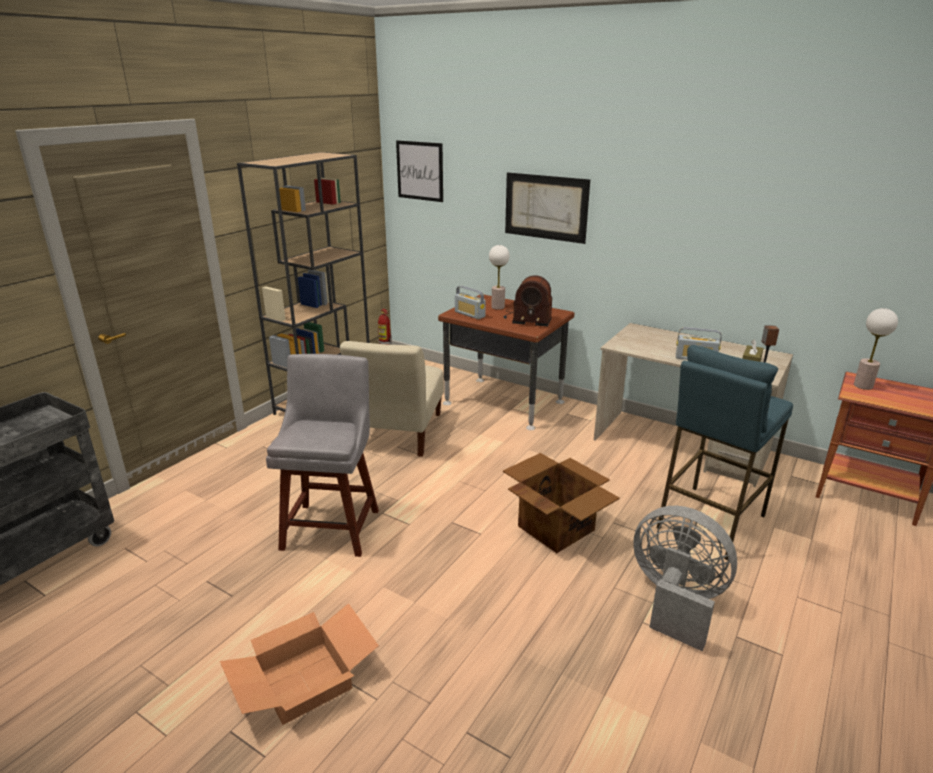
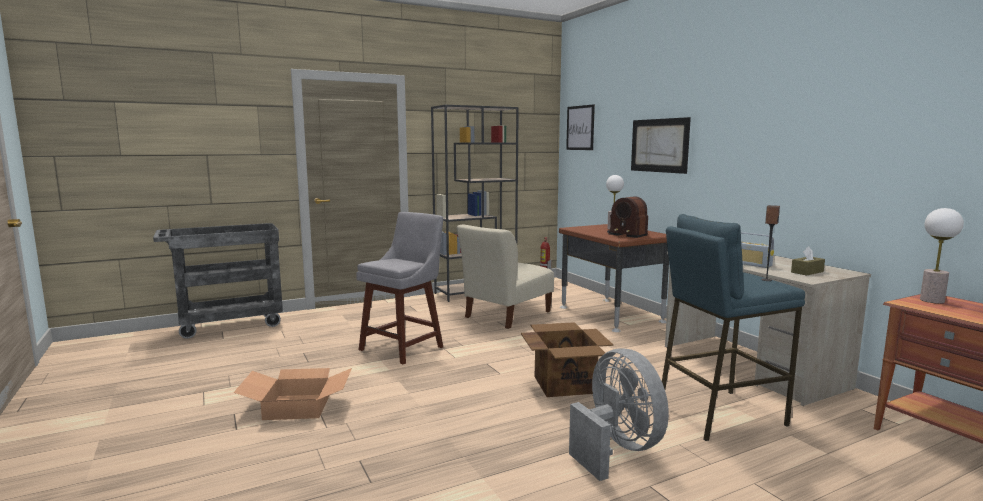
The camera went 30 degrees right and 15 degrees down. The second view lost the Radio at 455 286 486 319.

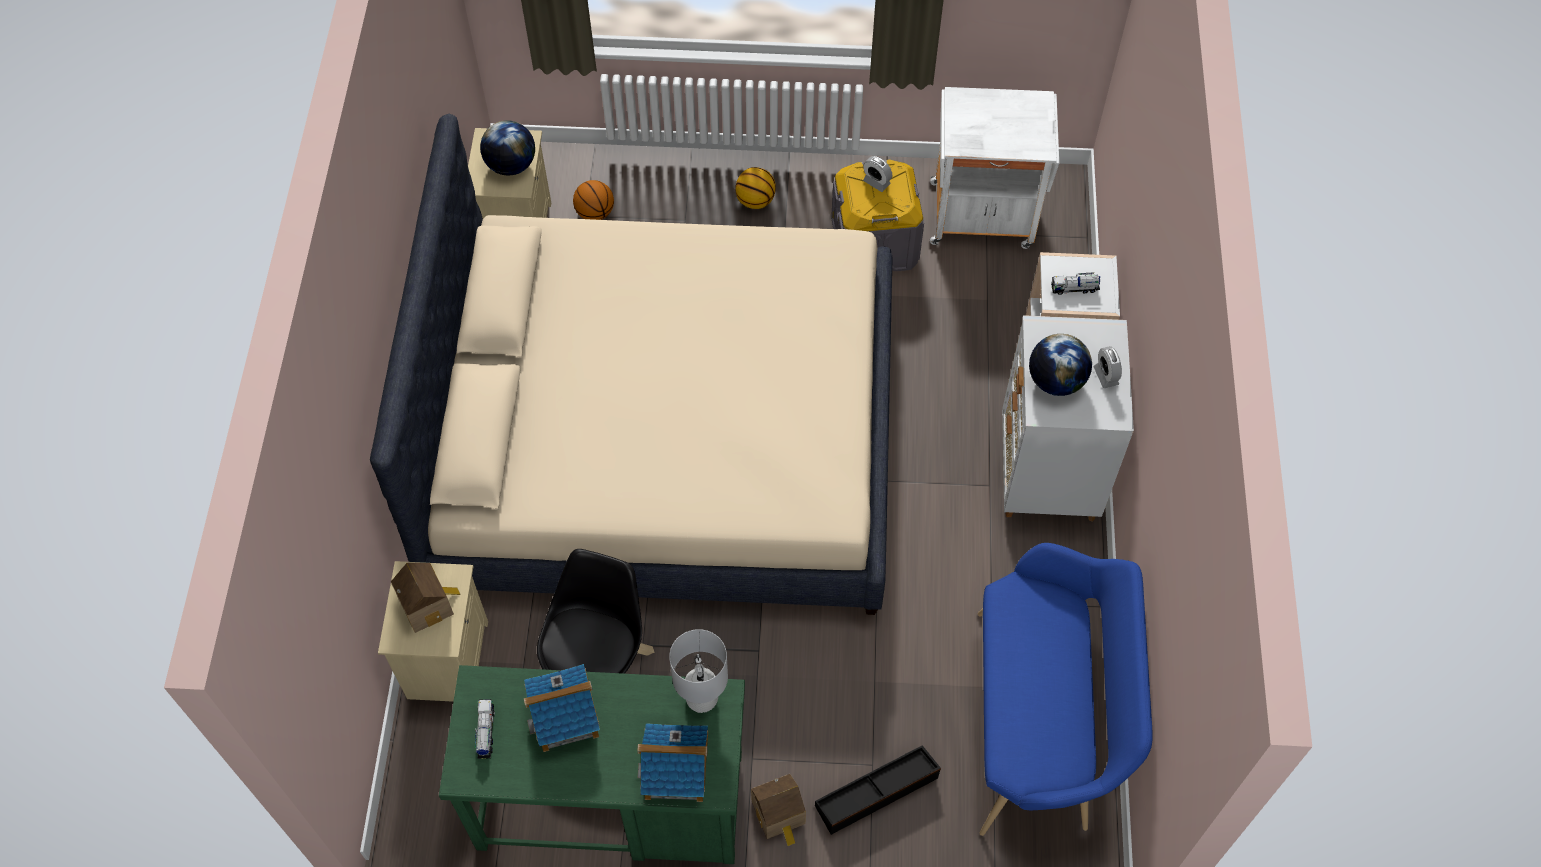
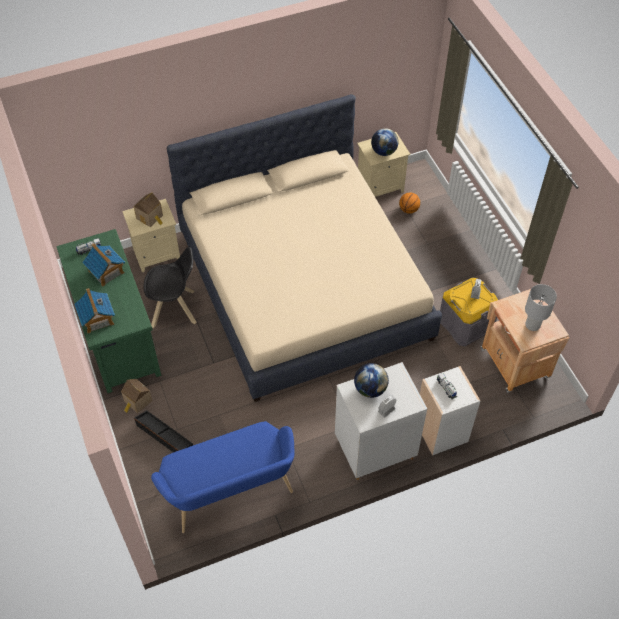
The camera went 65 degrees right and 5 degrees down. The GrayTableLamp ended up elsewhere, having gone from 669 629 728 713 to 525 284 557 331. The second view lost the Basketball at 735 167 776 209. What was the WhiteTrolley at 930 87 1059 249 turned into the BrownTrolley at 480 289 569 393.

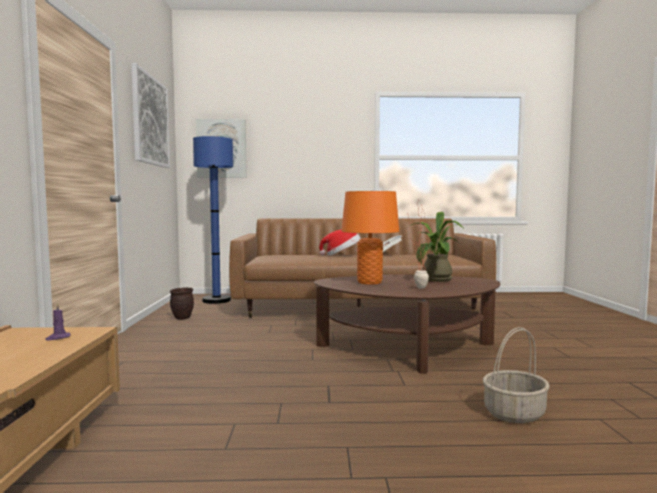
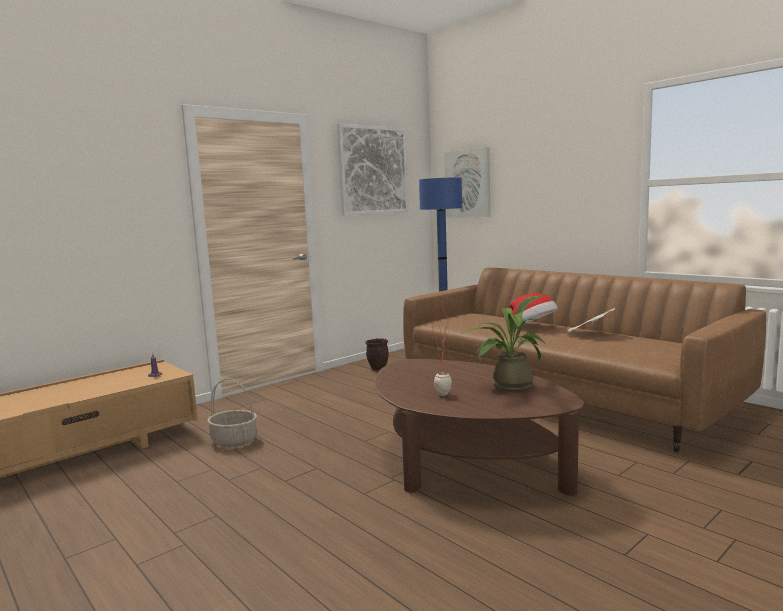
The camera went 50 degrees right and 5 degrees up. The second view lost the OrangeyTableLamp at 341 191 399 285. The Basket ended up elsewhere, having gone from 483 327 550 423 to 207 378 257 447.

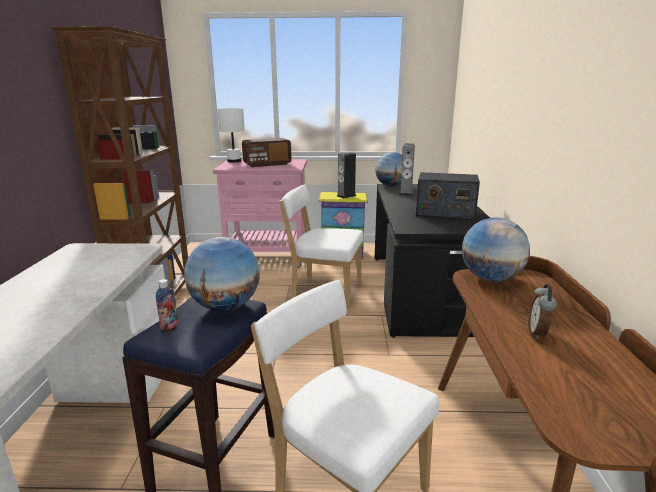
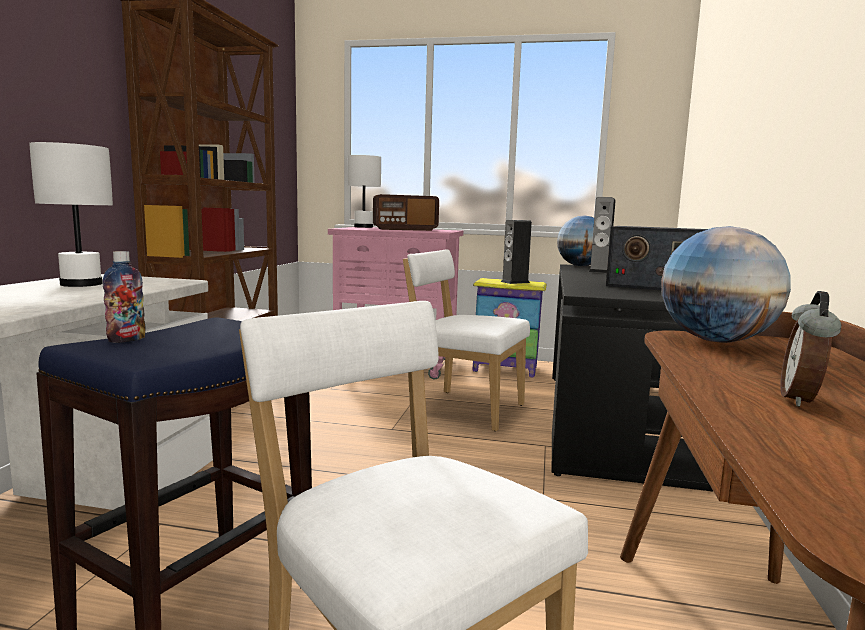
The camera went 10 degrees right and 10 degrees down. The second view lost the Globe at 184 237 260 311. The second view gained the WhiteTableLamp at 29 142 113 287.

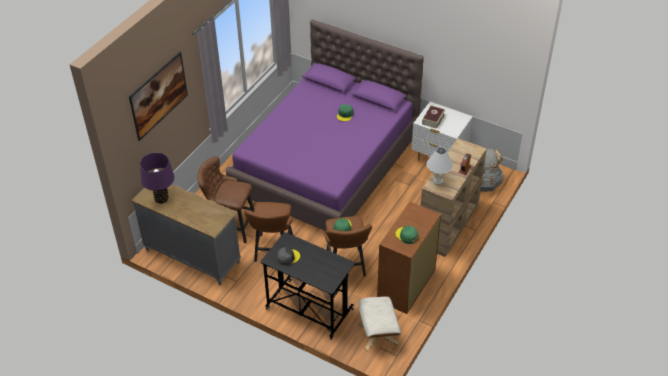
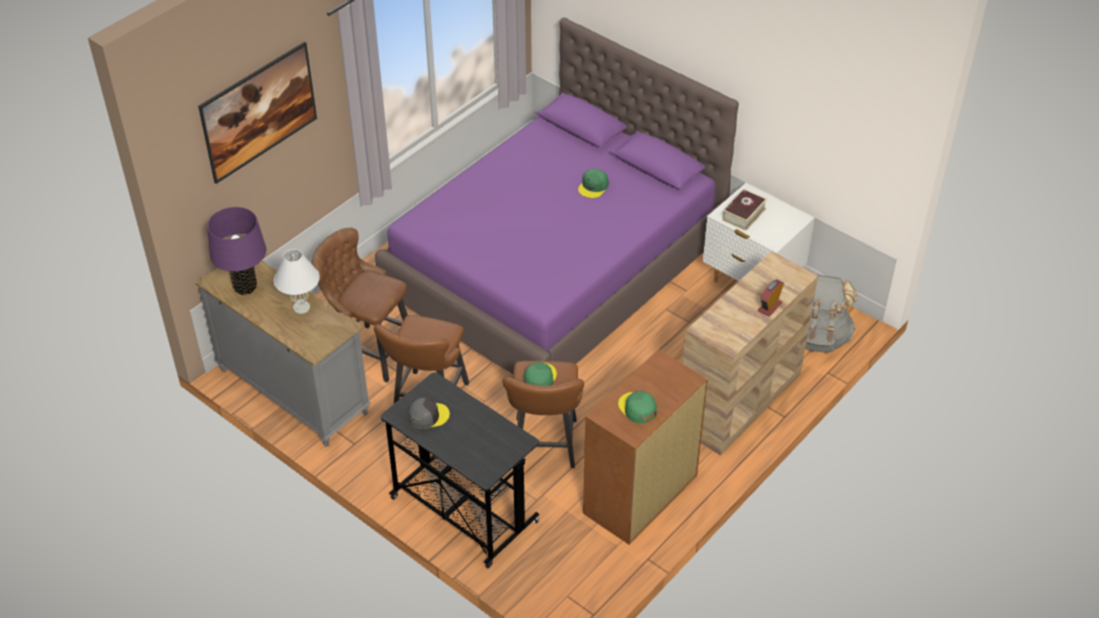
The camera went 10 degrees right and 0 degrees up. The second view lost the SandColouredFootrest at 358 296 401 350. The WhiteTableLamp ended up elsewhere, having gone from 427 147 453 185 to 274 249 320 314.

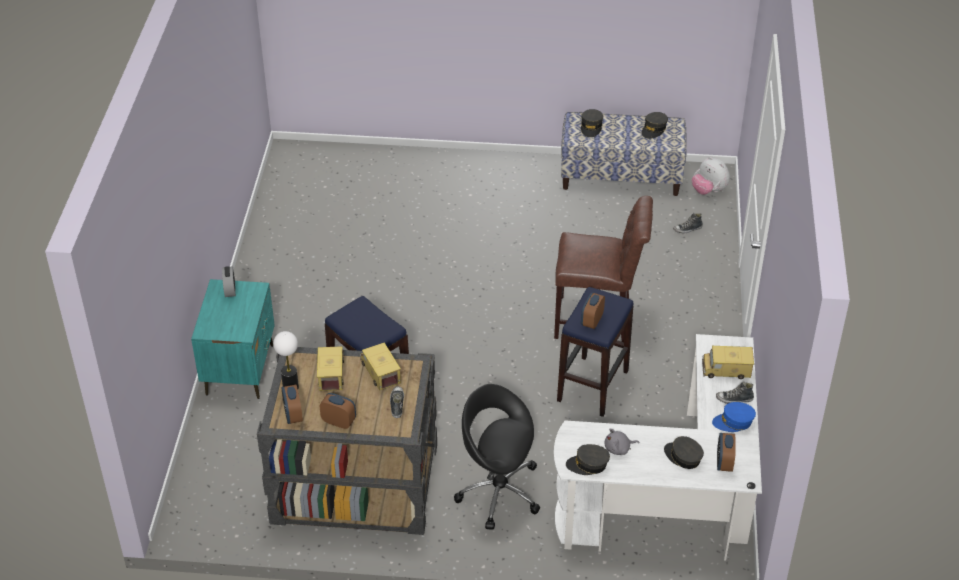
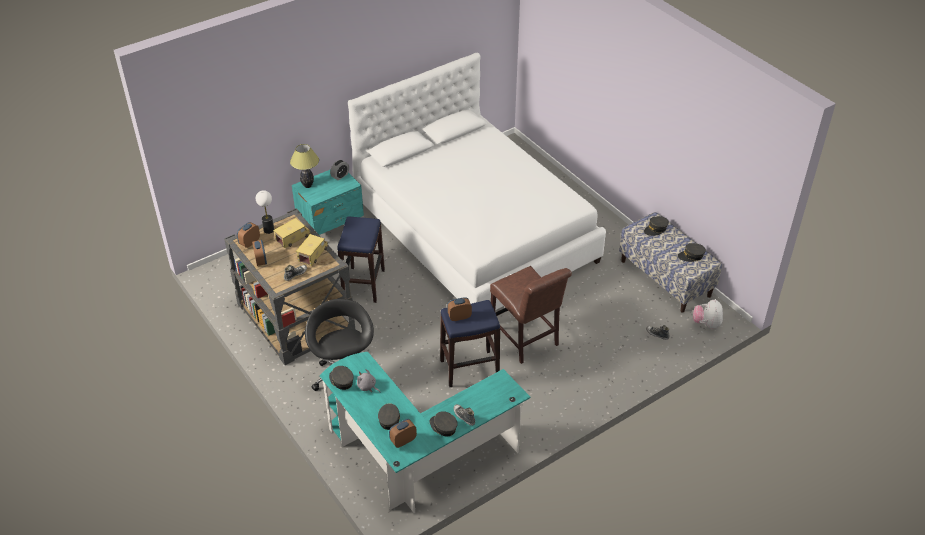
The camera went 50 degrees right and 0 degrees up. What was the WhiteDeskTable at 554 334 762 561 turned into the TurquoiseDeskTable at 320 352 530 513. The second view lost the ToyLorry at 702 346 754 379. What was the BlueBaseballCap at 712 402 756 432 turned into the GrayBaseballCap at 430 411 458 436. The second view gained the TableLamp at 290 144 319 188. The second view gained the WhiteSleepingBed at 348 53 606 310.

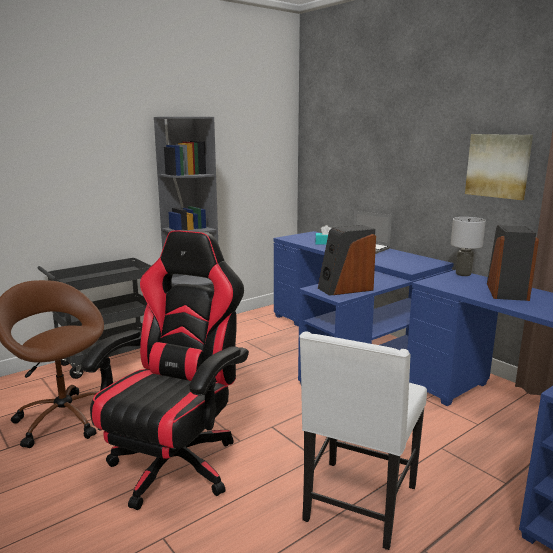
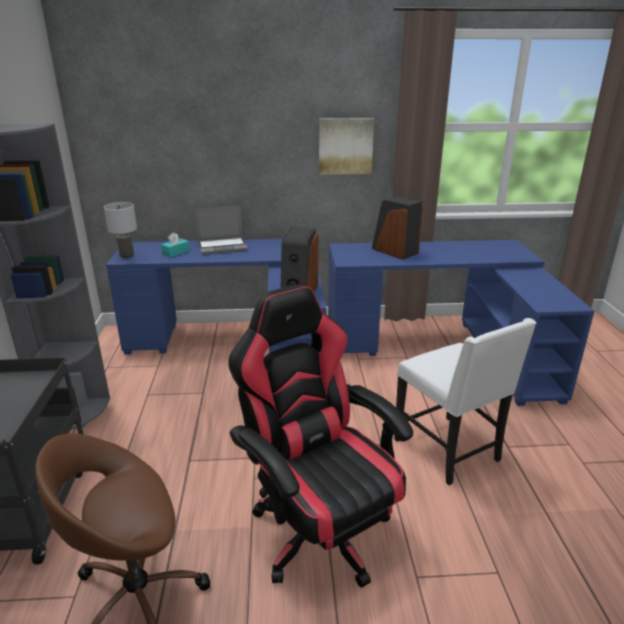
The camera went 55 degrees left and 10 degrees up. The WhiteTableLamp ended up elsewhere, having gone from 451 217 486 276 to 104 202 137 258.

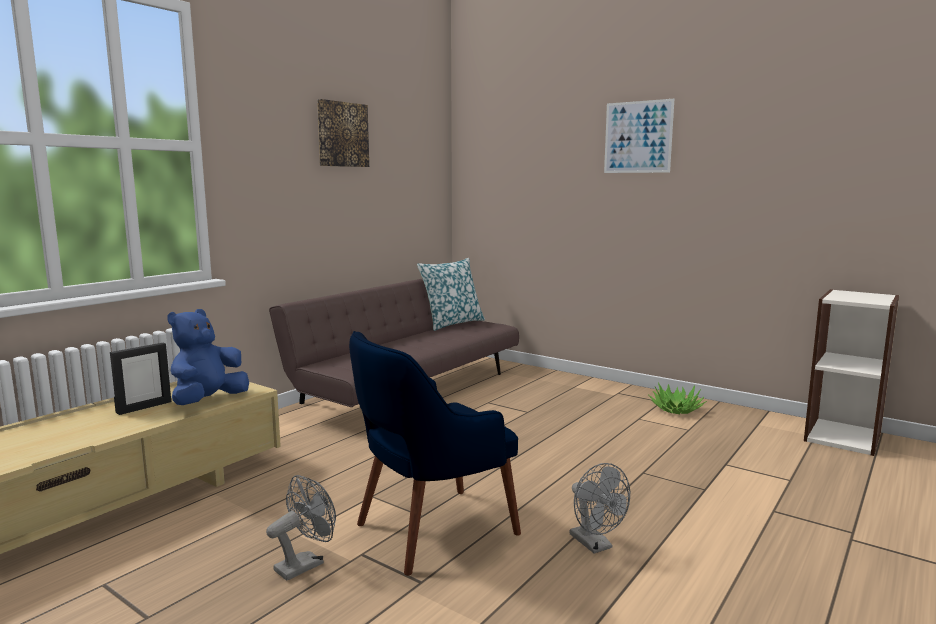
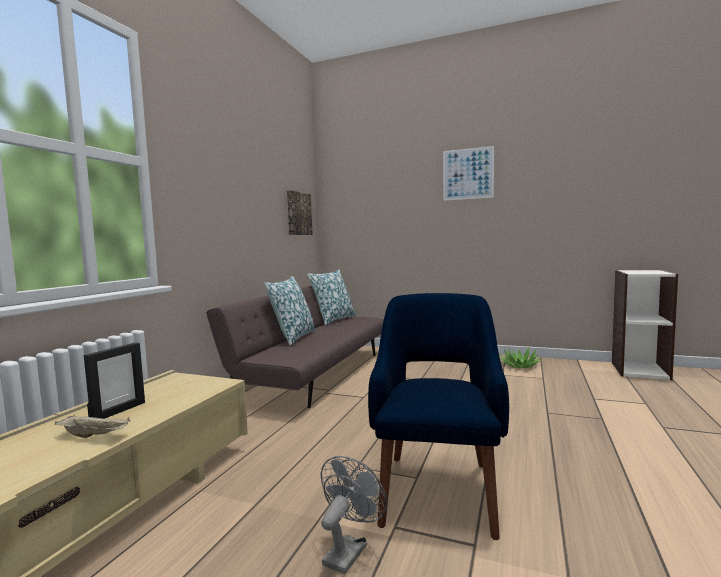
The camera went 15 degrees left and 5 degrees down. The second view lost the BluePlushToy at 167 309 249 405. The WallArt ended up elsewhere, having gone from 317 99 369 167 to 287 190 313 235. The BlueArmchair at 349 331 521 576 ended up facing another way, 150 degrees clockwise from before. The second view lost the GrayElectricFan at 570 463 630 554. The second view gained the SandColouredTray at 55 415 130 438. The second view gained the Cushion at 264 276 315 346.

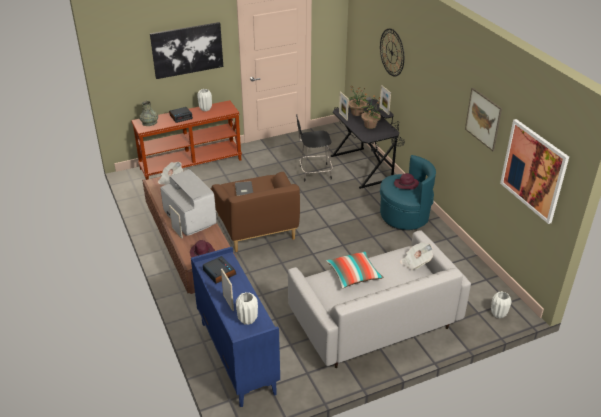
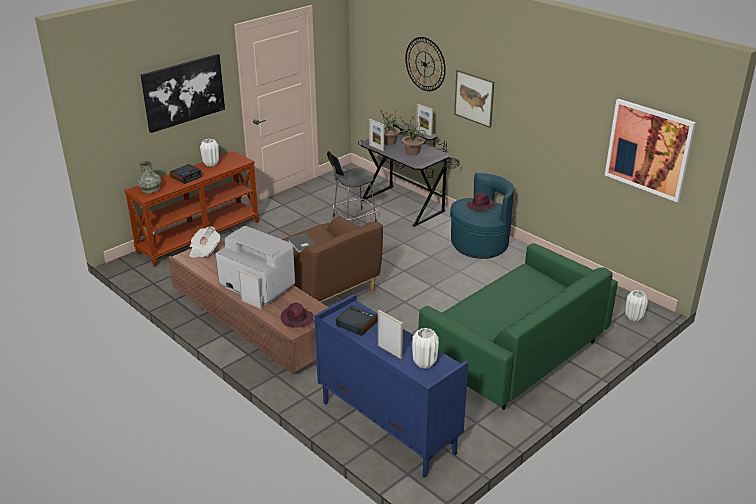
The camera went 20 degrees left and 5 degrees down. What was the GrayCouch at 288 230 471 368 turned into the GreenColouredCouch at 418 243 618 410. The second view lost the Cushion at 326 251 384 289. The second view lost the DailyPaper at 400 242 433 270. The WallArt ended up elsewhere, having gone from 465 88 502 151 to 454 70 494 128.

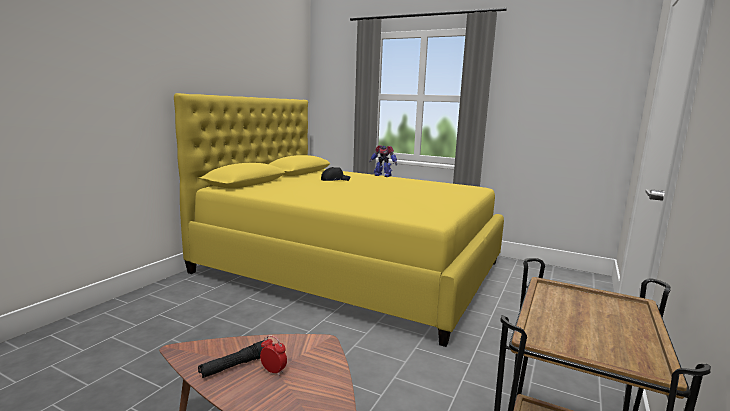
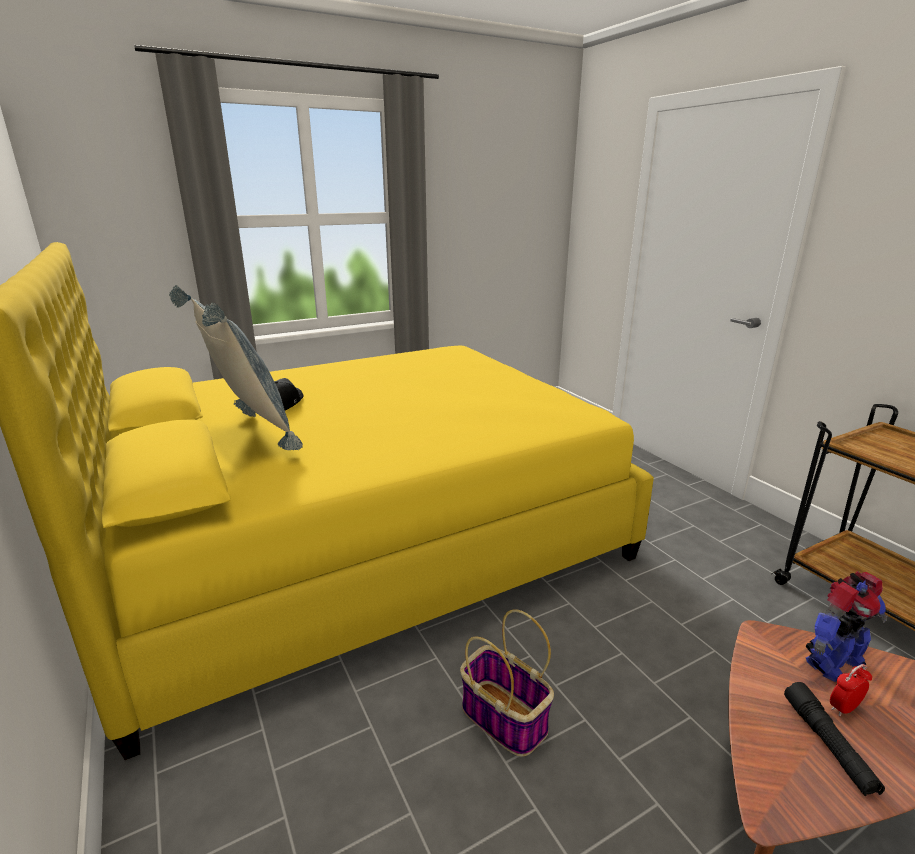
The camera went 55 degrees left and 10 degrees up. The ModelRobot ended up elsewhere, having gone from 369 145 397 177 to 806 571 886 682. The second view gained the Cushion at 169 285 303 450. The second view gained the Basket at 460 609 554 757.

